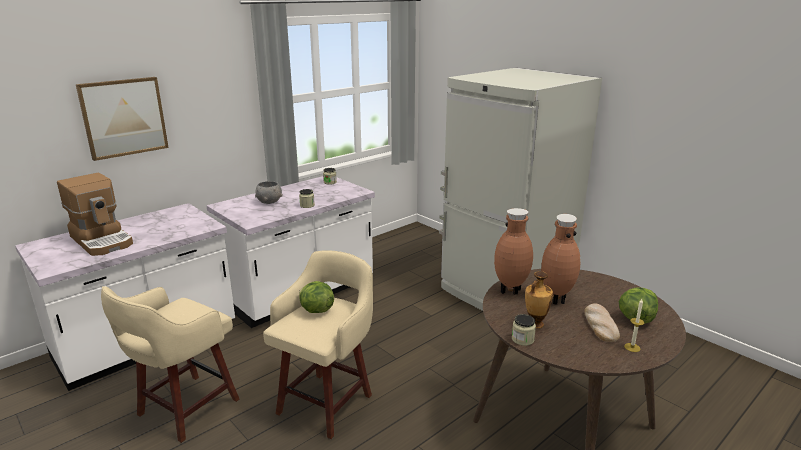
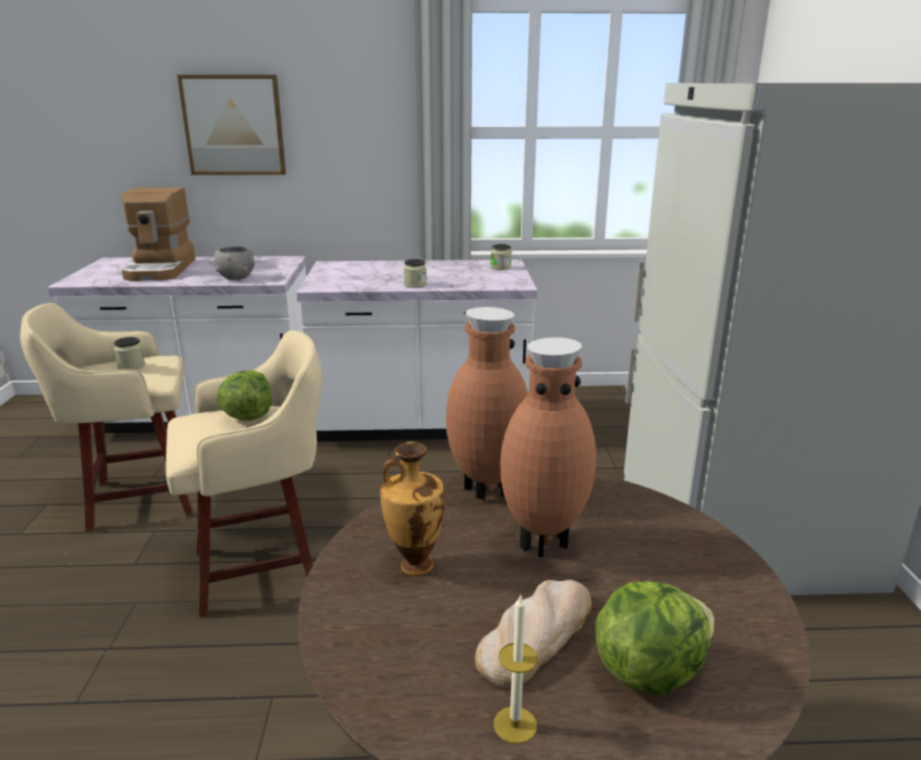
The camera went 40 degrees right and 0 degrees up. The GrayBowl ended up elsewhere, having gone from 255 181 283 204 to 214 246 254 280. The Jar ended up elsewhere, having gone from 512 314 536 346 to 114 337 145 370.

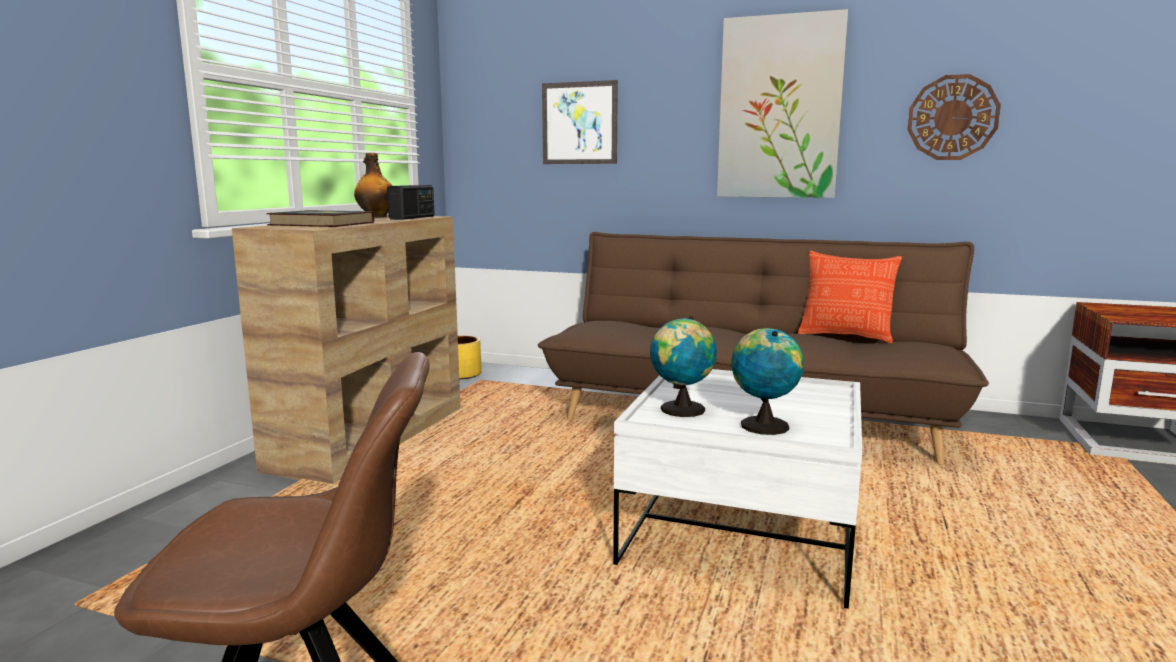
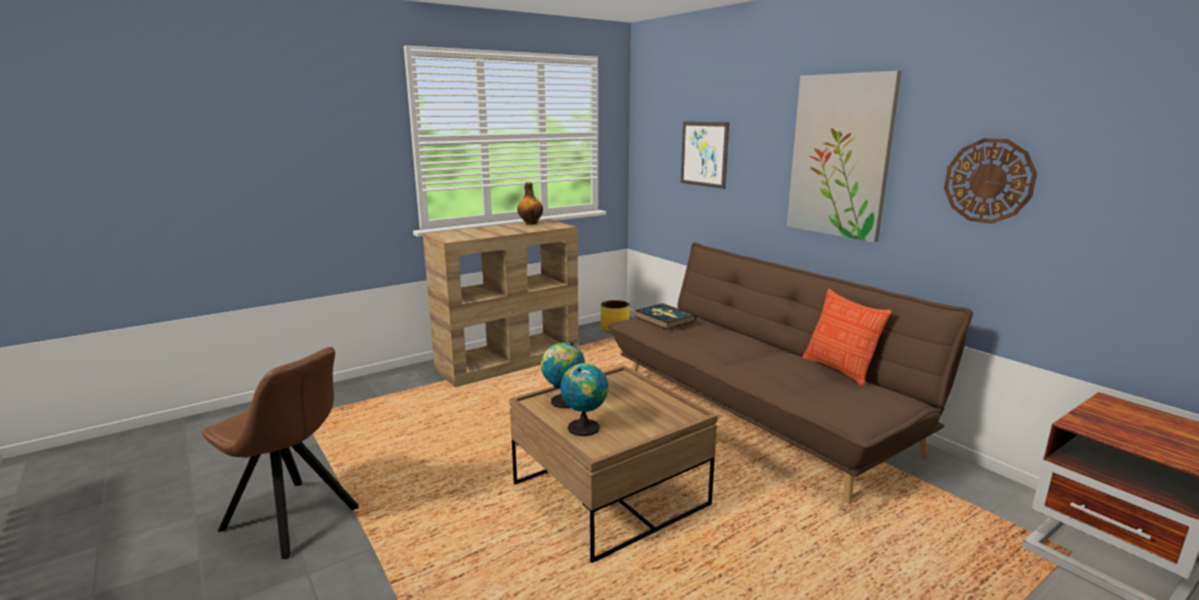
The camera went 35 degrees right and 5 degrees up. The BoundBook ended up elsewhere, having gone from 266 210 374 227 to 635 303 697 330. The second view lost the Radio at 387 185 435 220. What was the WhiteCoffeeTable at 613 369 862 609 turned into the BrownCoffeeTable at 509 365 718 563.

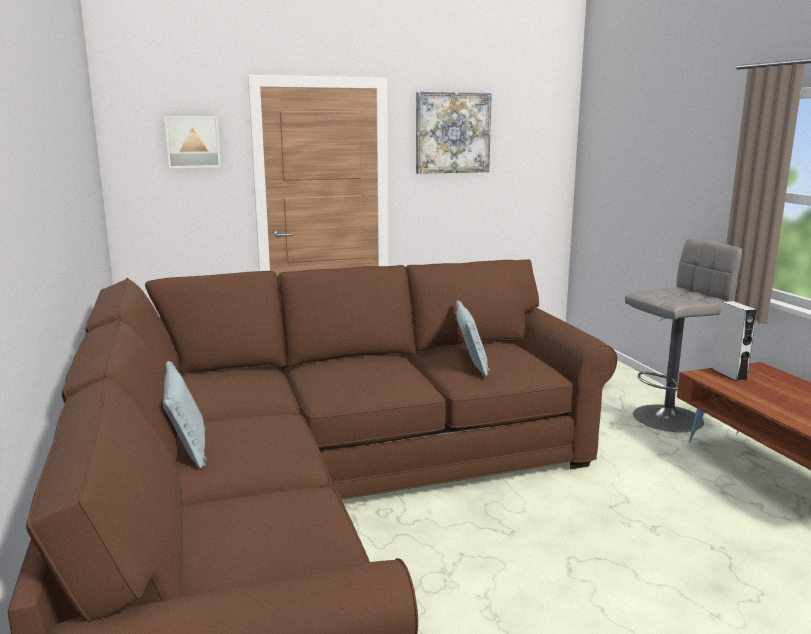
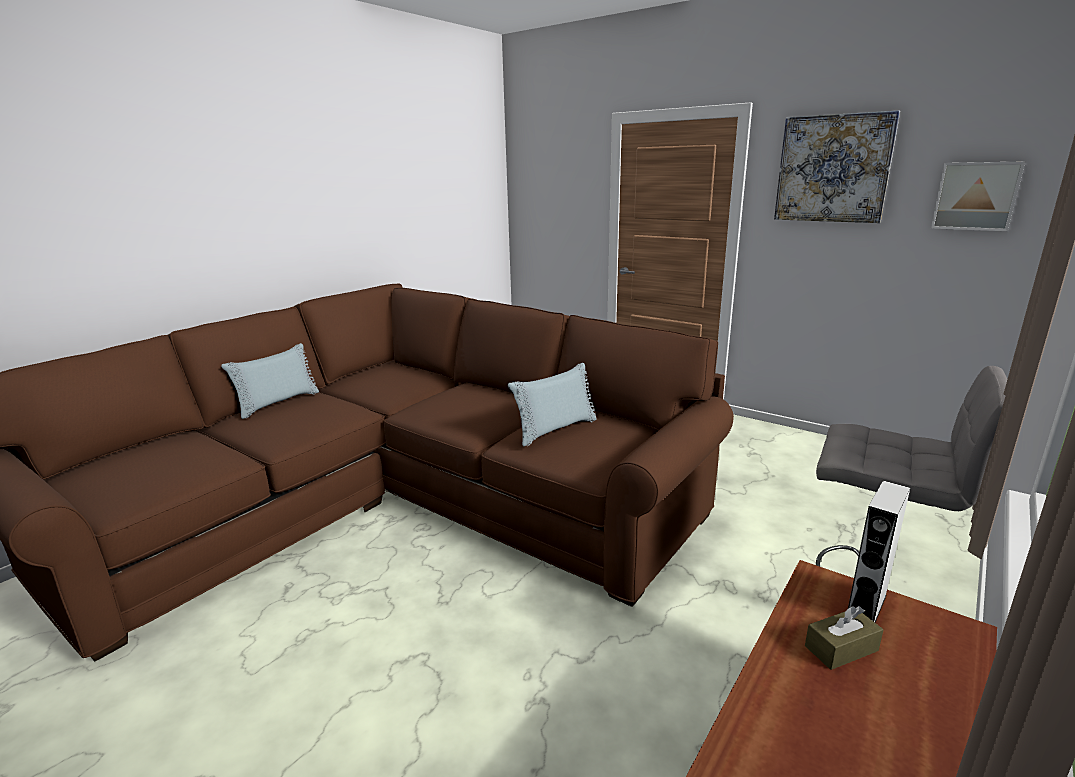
The camera went 55 degrees right and 5 degrees up. The WallArt ended up elsewhere, having gone from 164 116 221 168 to 931 161 1025 231. The second view gained the BrownTissueBox at 805 606 883 670.

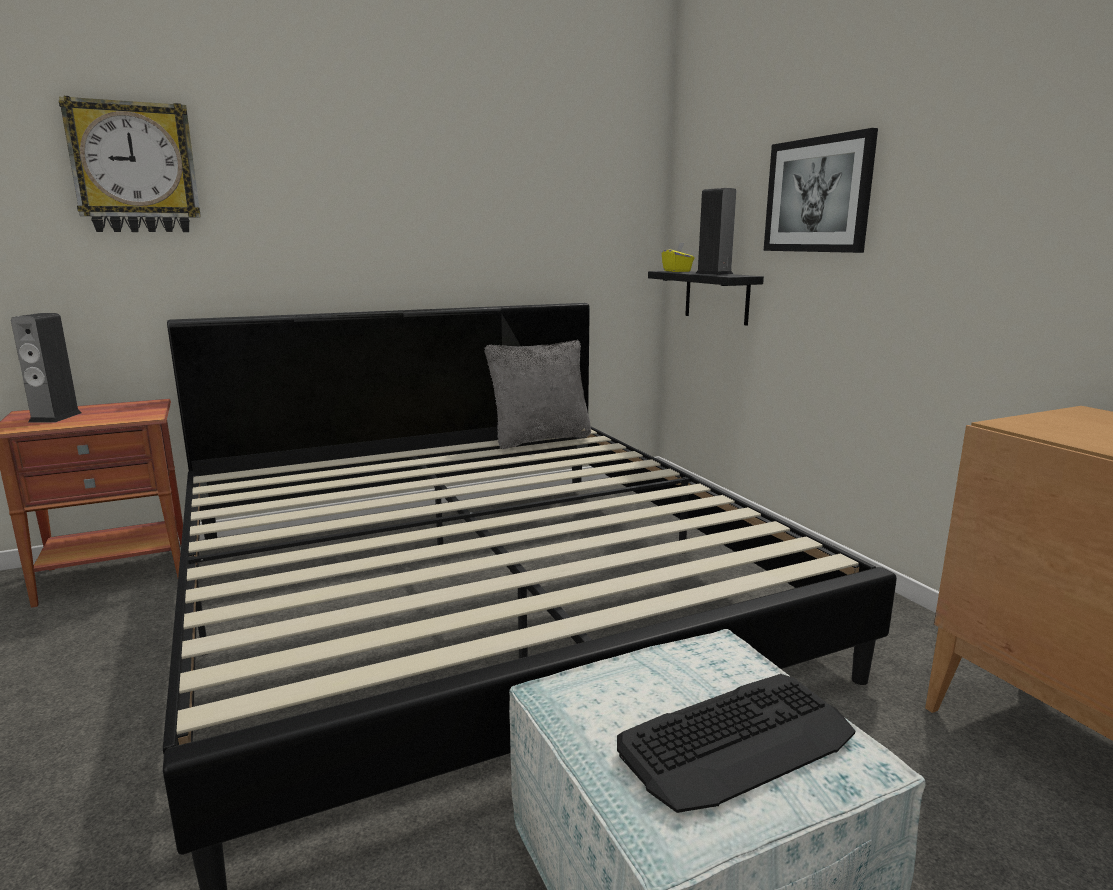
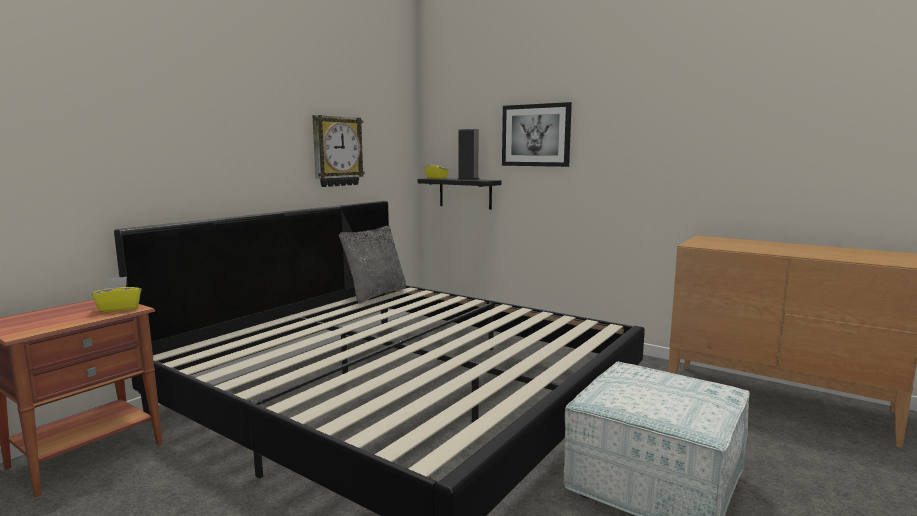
The camera went 30 degrees left and 5 degrees down. The second view lost the Loudspeaker at 11 313 82 423. The WallClock ended up elsewhere, having gone from 59 96 201 232 to 312 115 365 187. The second view lost the PcKeyboard at 617 674 855 813. The second view gained the YellowTissueBox at 92 276 142 313.

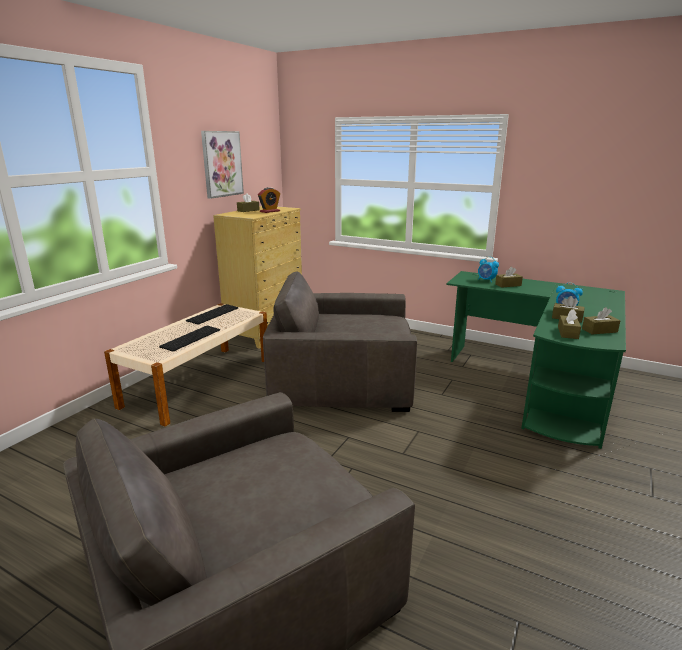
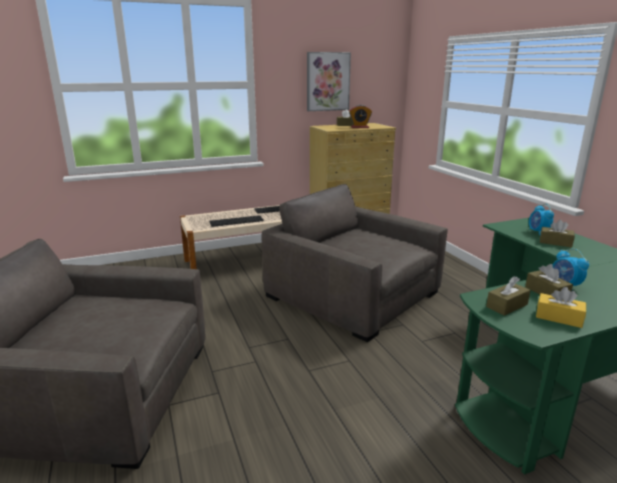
The camera went 40 degrees right and 0 degrees up. What was the BrownTissueBox at 582 307 620 334 turned into the YellowTissueBox at 536 287 586 328.

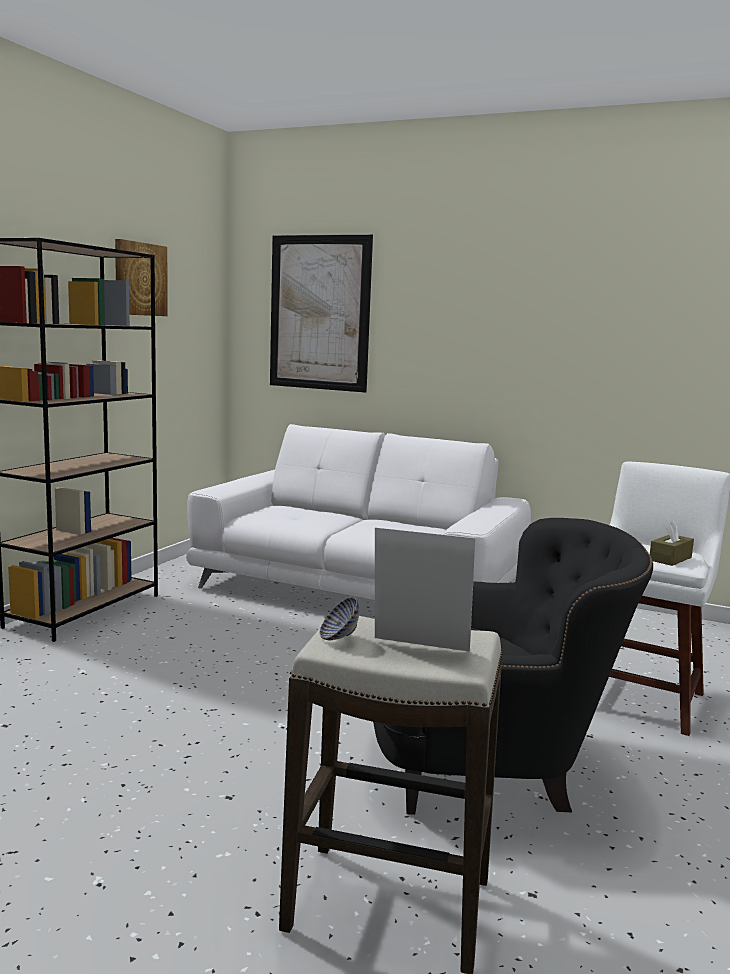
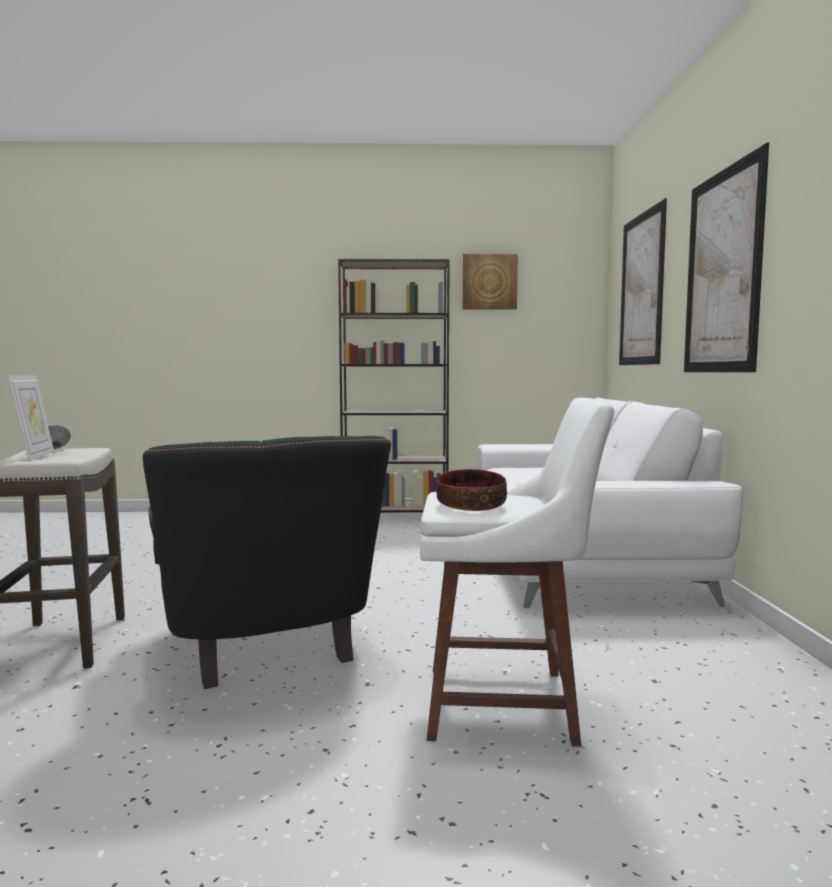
The camera went 65 degrees right and 5 degrees down. Where the BrownTissueBox stood at 650 521 694 566, the Bowl came to stand at 436 469 507 511. The second view gained the WallArt at 684 142 769 372.

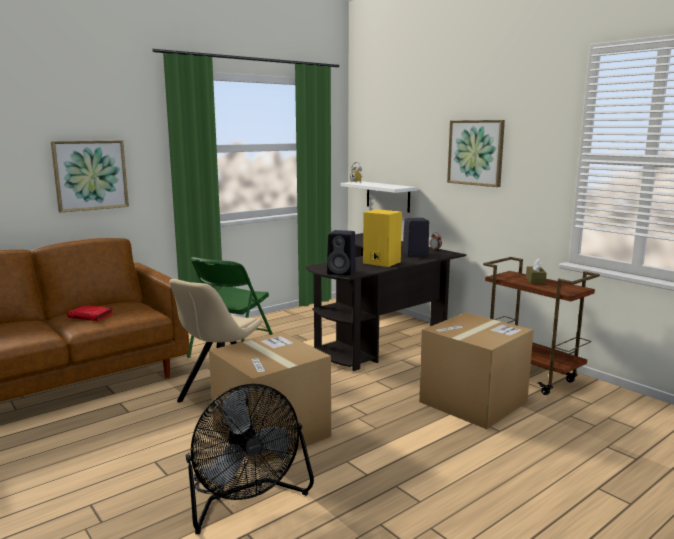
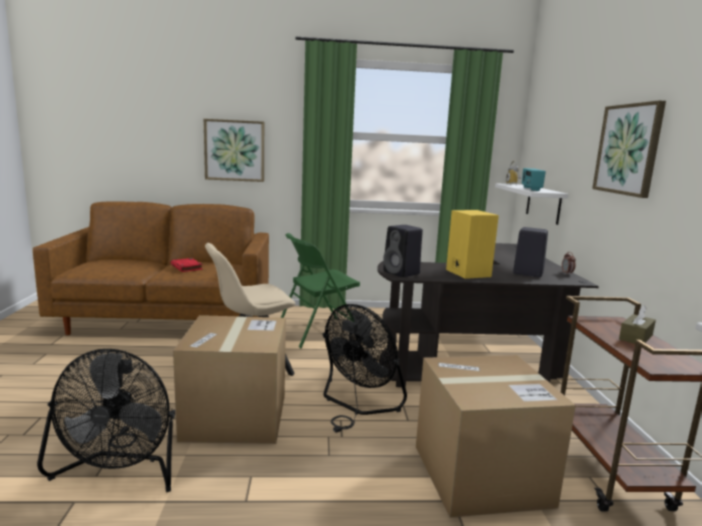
The camera went 35 degrees right and 0 degrees up. The second view gained the BlackishElectricFan at 322 304 407 433. The second view gained the Radio at 522 168 546 191.

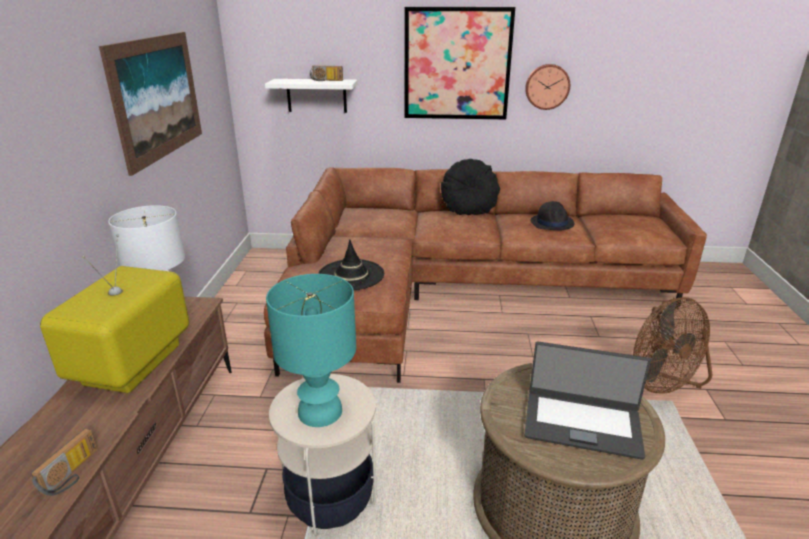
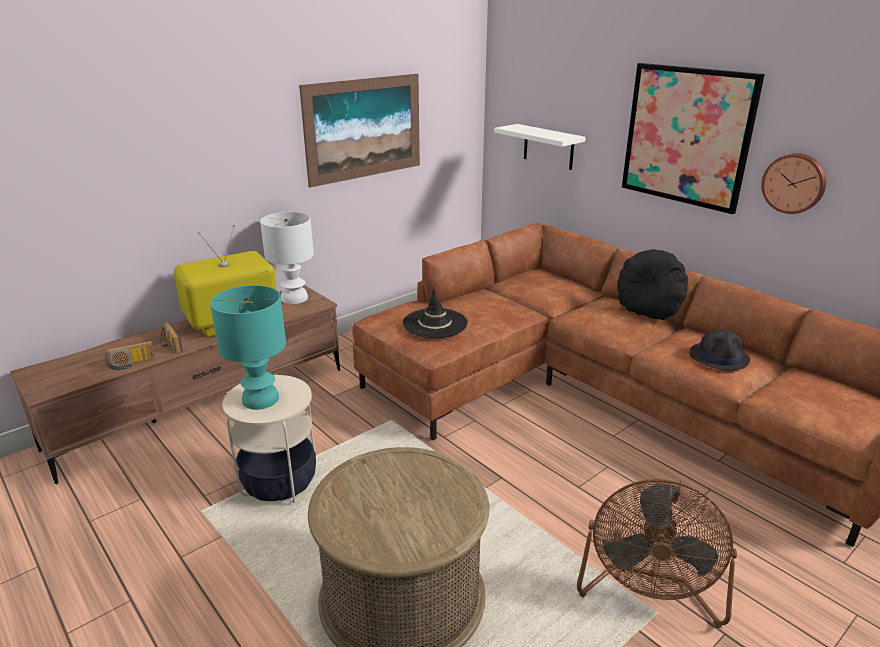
The camera went 45 degrees right and 0 degrees up. The Radio ended up elsewhere, having gone from 310 65 343 81 to 160 322 183 354. The second view lost the Laptop at 524 341 651 460.

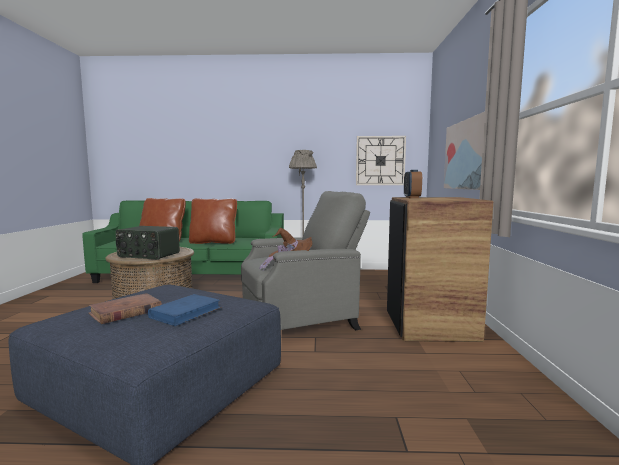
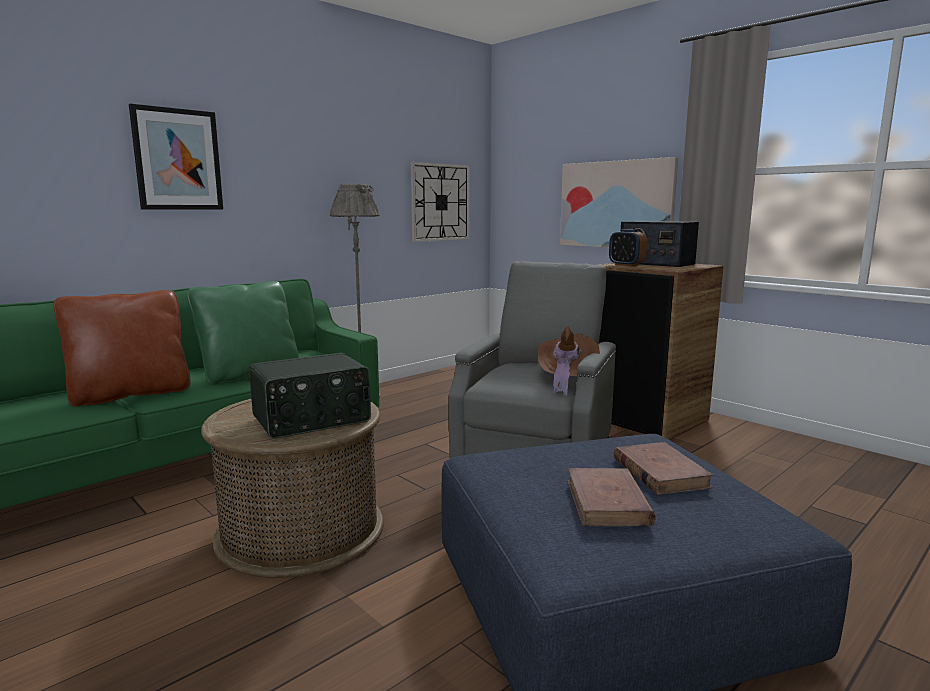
The camera went 45 degrees left and 5 degrees up. What was the BlueBoundBook at 148 294 221 326 turned into the BrownBoundBook at 614 442 714 495. What was the BrownCushion at 189 198 237 244 turned into the GreenColouredCushion at 187 281 299 385. The second view gained the WallArt at 129 104 223 210. The second view gained the Radio at 621 221 699 267.

